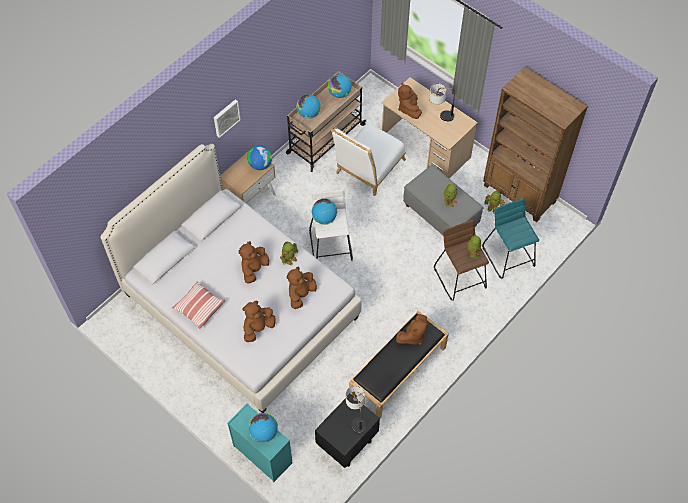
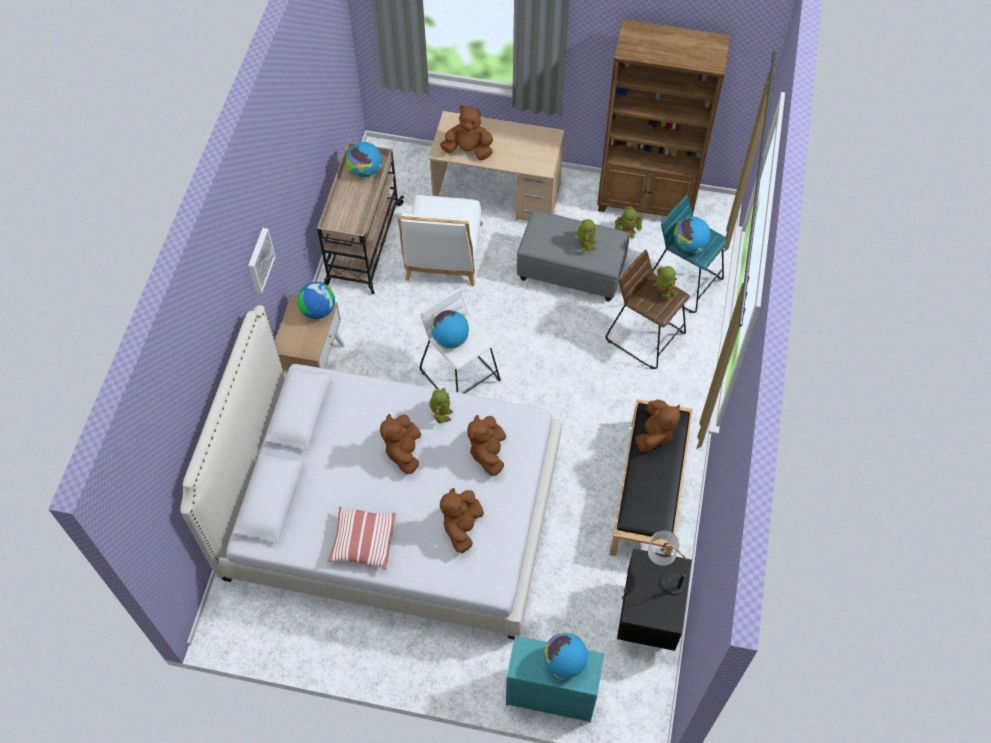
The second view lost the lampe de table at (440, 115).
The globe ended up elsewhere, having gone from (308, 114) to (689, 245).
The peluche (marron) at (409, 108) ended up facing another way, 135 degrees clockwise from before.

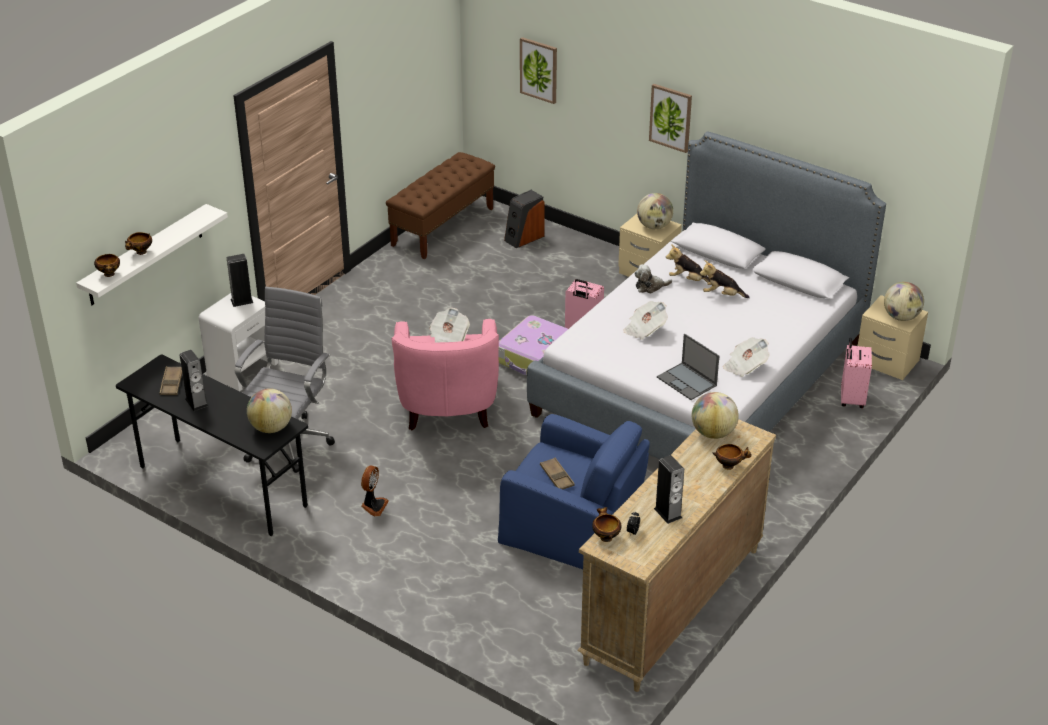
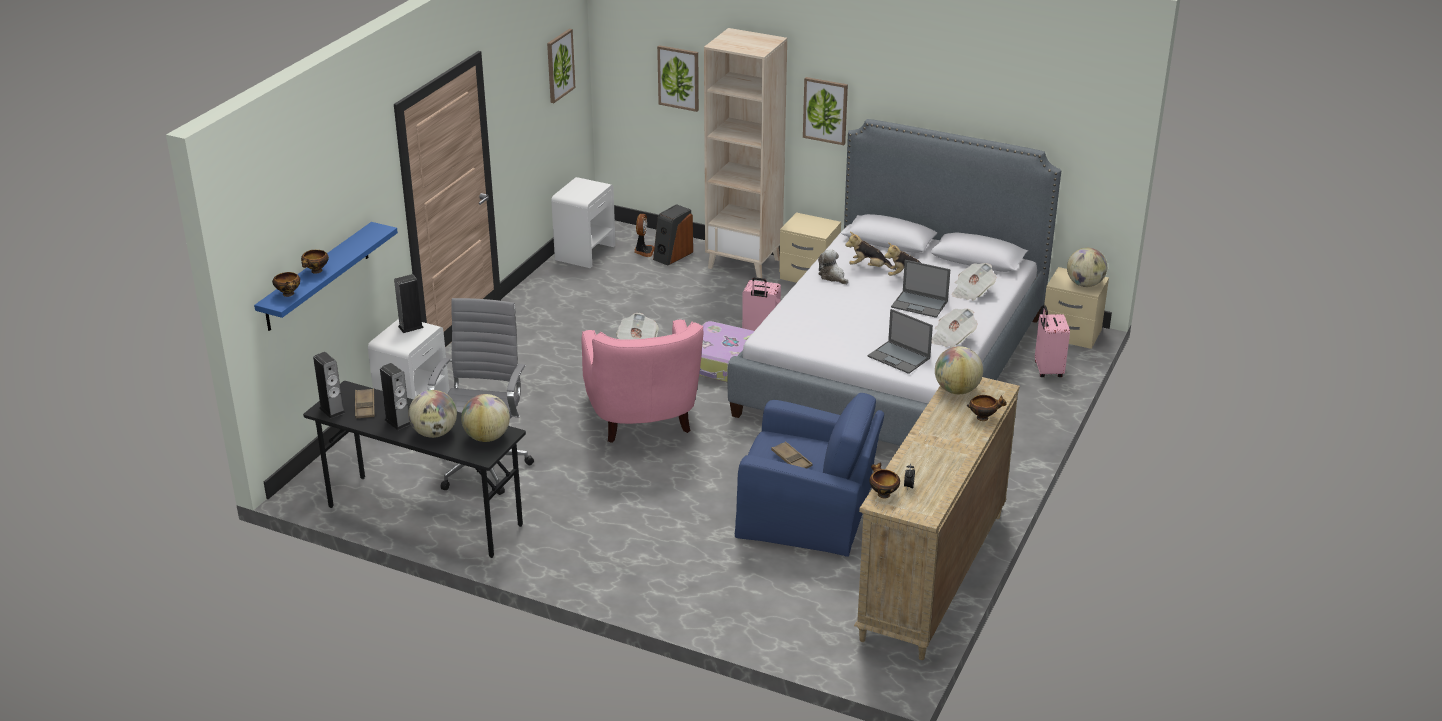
The second view gained the tableau at (559, 65).
The second view gained the bibliothèque (beige) at (744, 263).
The second view gained the ordinateur portable at (920, 304).
The ventilateur ended up elsewhere, having gone from (373, 506) to (643, 251).
The journal ended up elsewhere, having gone from (644, 329) to (972, 292).
The globe ended up elsewhere, having gone from (654, 226) to (434, 433).
The enceinte ended up elsewhere, having gone from (668, 513) to (332, 410).
Where the banc (marron) stood at (443, 226), the table de chevet (blanc) came to stand at (585, 252).
What was the étagère (blanc) at (145, 255) turned into the étagère (bleu) at (317, 277).
The peluche at (650, 287) ended up facing another way, 75 degrees clockwise from before.

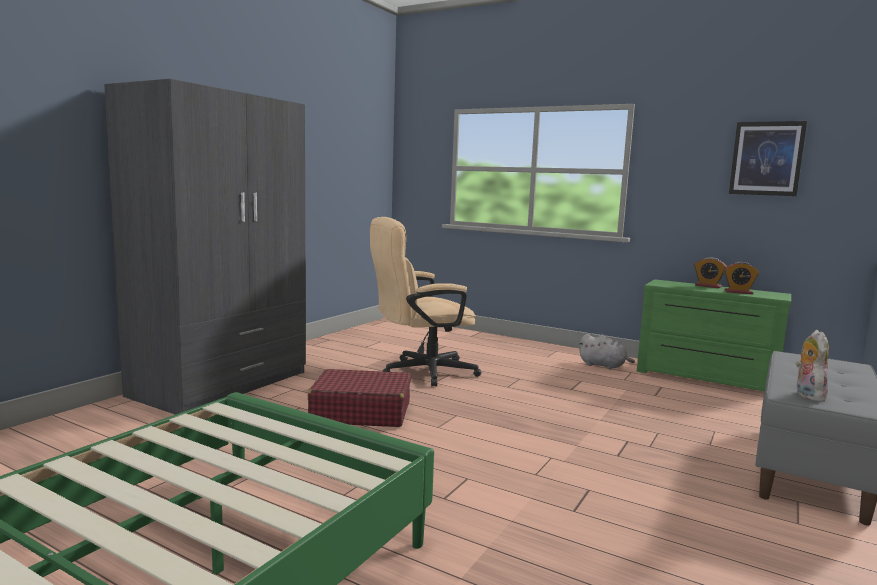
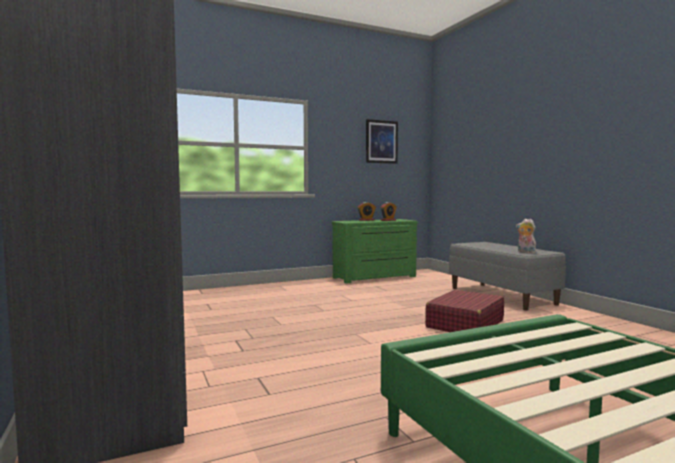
The second view lost the chaise de bureau (beige) at (421, 372).
The second view lost the peluche (gris) at (604, 366).
The valise (rouge) ended up elsewhere, having gone from (360, 412) to (464, 324).

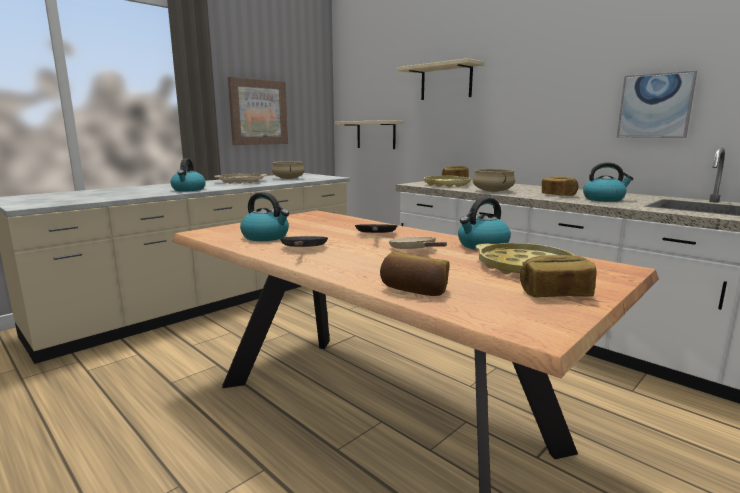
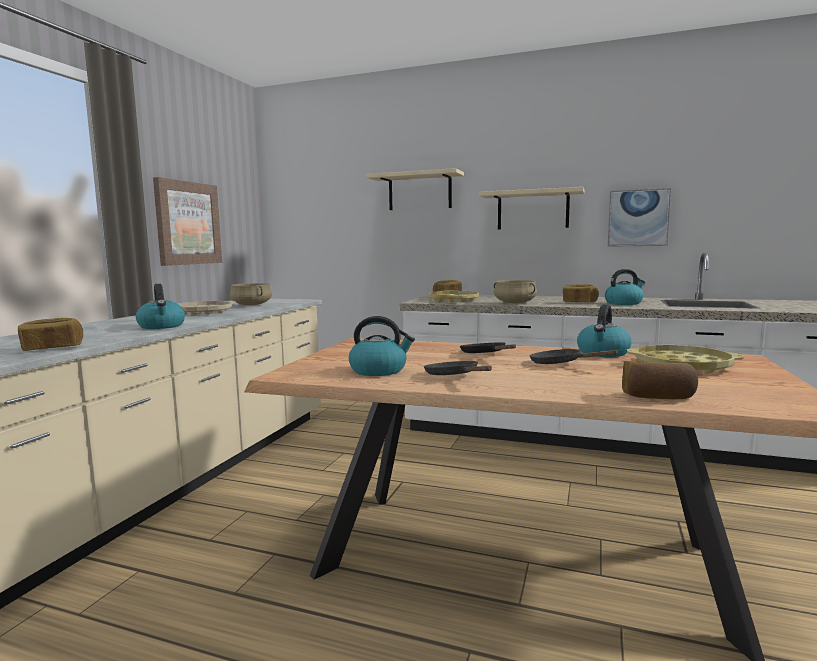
The étagère (beige) ended up elsewhere, having gone from (376, 135) to (533, 210).
The pain ended up elsewhere, having gone from (555, 293) to (52, 348).
What was the poêle (beige) at (415, 250) turned into the poêle (noir) at (561, 364).

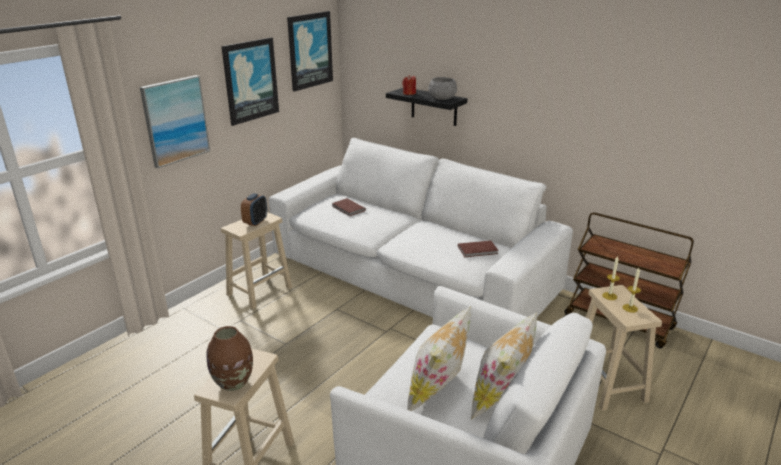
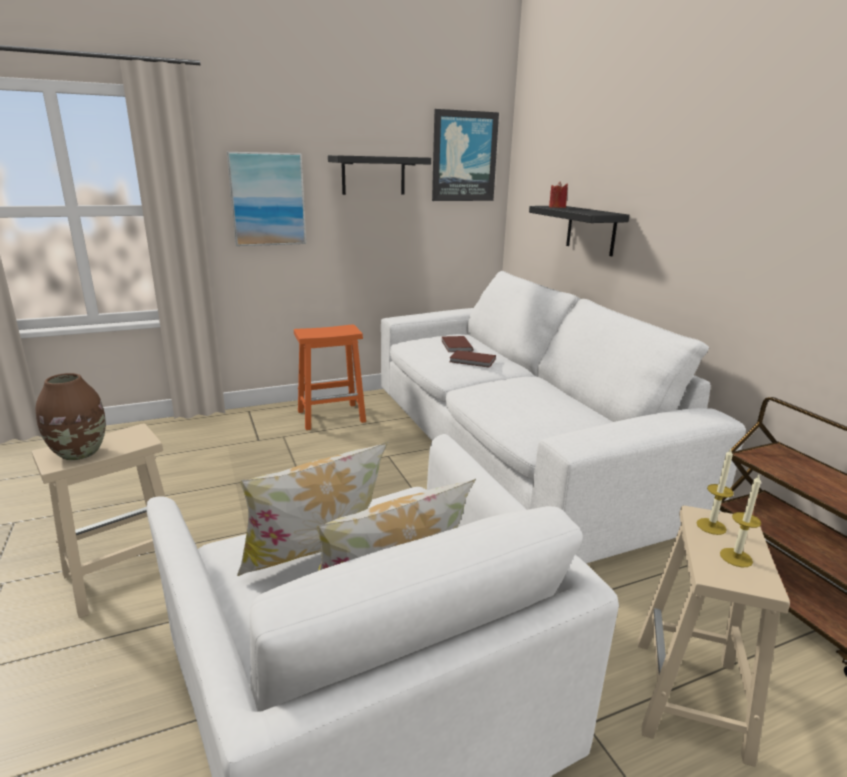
The second view lost the réveil at (255, 222).
The second view lost the bol (gris) at (441, 98).
The livre (marron) ended up elsewhere, having gone from (478, 250) to (472, 361).
Where the tableau hung at (250, 80), the étagère (noir) came to hang at (373, 175).
What was the tabouret (beige) at (260, 290) turned into the tabouret (orange) at (332, 416).

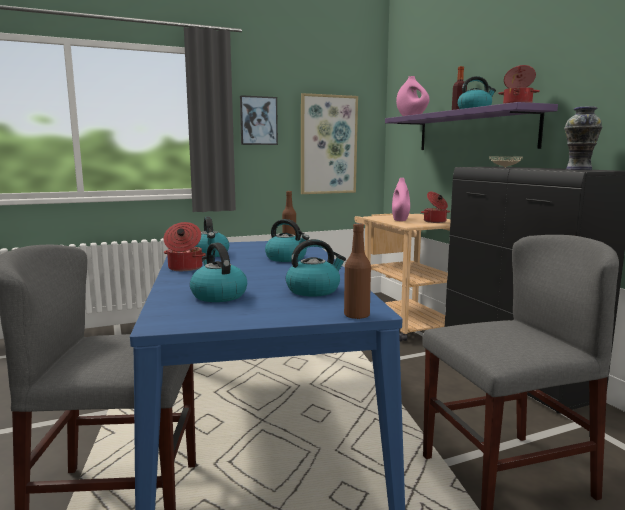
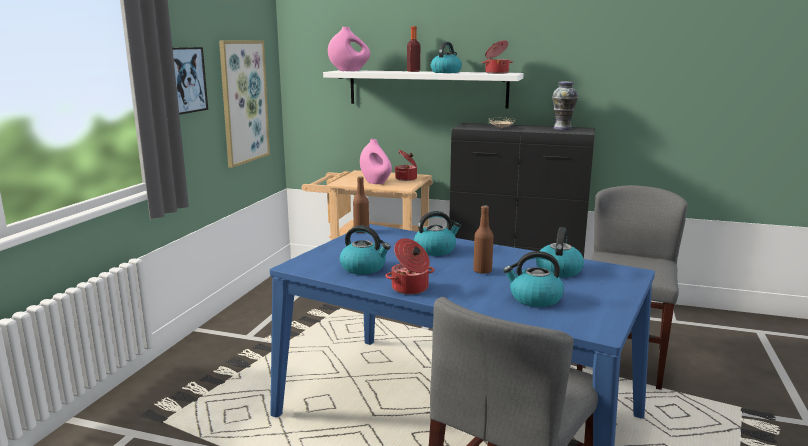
The bouteille (marron) ended up elsewhere, having gone from (356, 315) to (482, 271).
What was the étagère (violet) at (473, 131) turned into the étagère (blanc) at (427, 88).

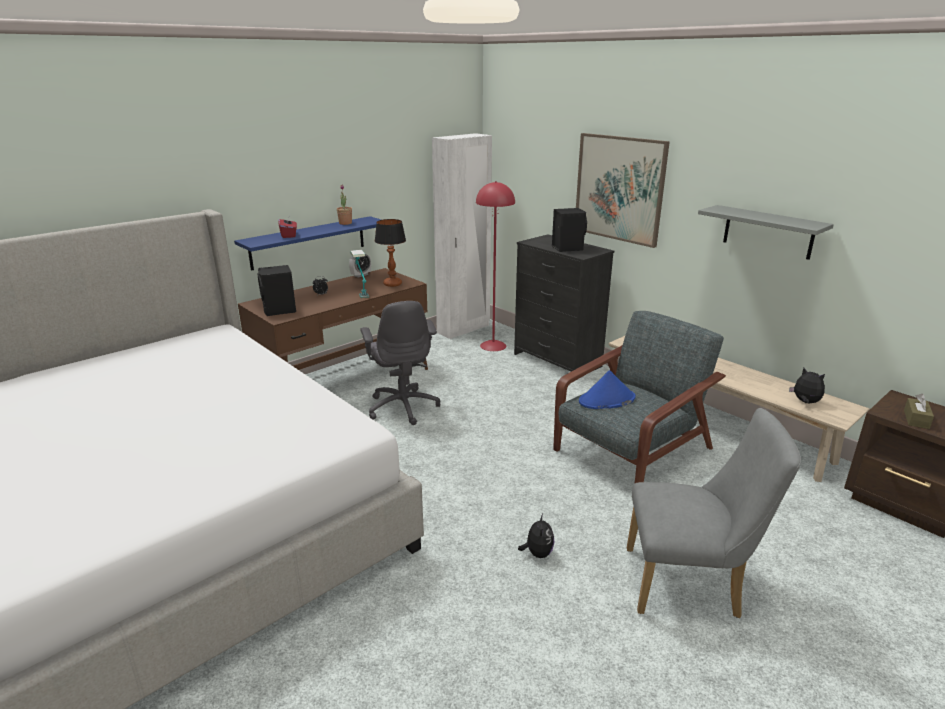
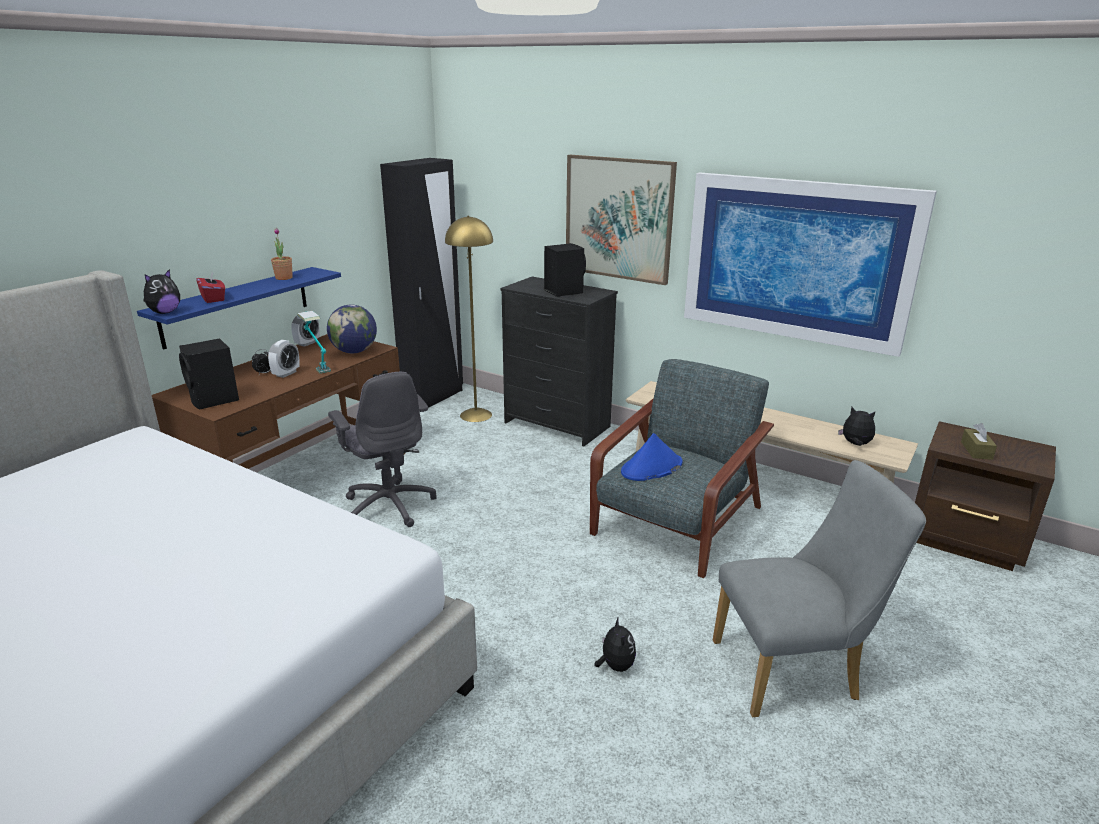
The second view gained the peluche at (164, 312).
The second view gained the réveil at (286, 374).
Where the lampe de table stood at (392, 284), the globe came to stand at (354, 351).
Where the étagère (gris) hung at (768, 232), the tableau came to hang at (797, 260).
What was the armoire (blanc) at (463, 329) turned into the armoire (noir) at (433, 398).
What was the lampadaire (rouge) at (493, 346) turned into the lampadaire (jaune) at (476, 415).

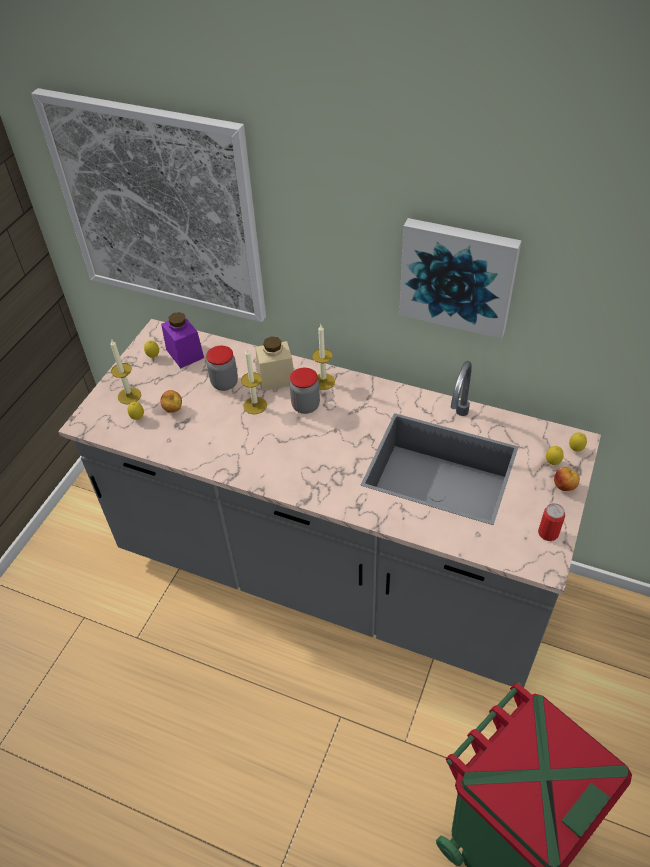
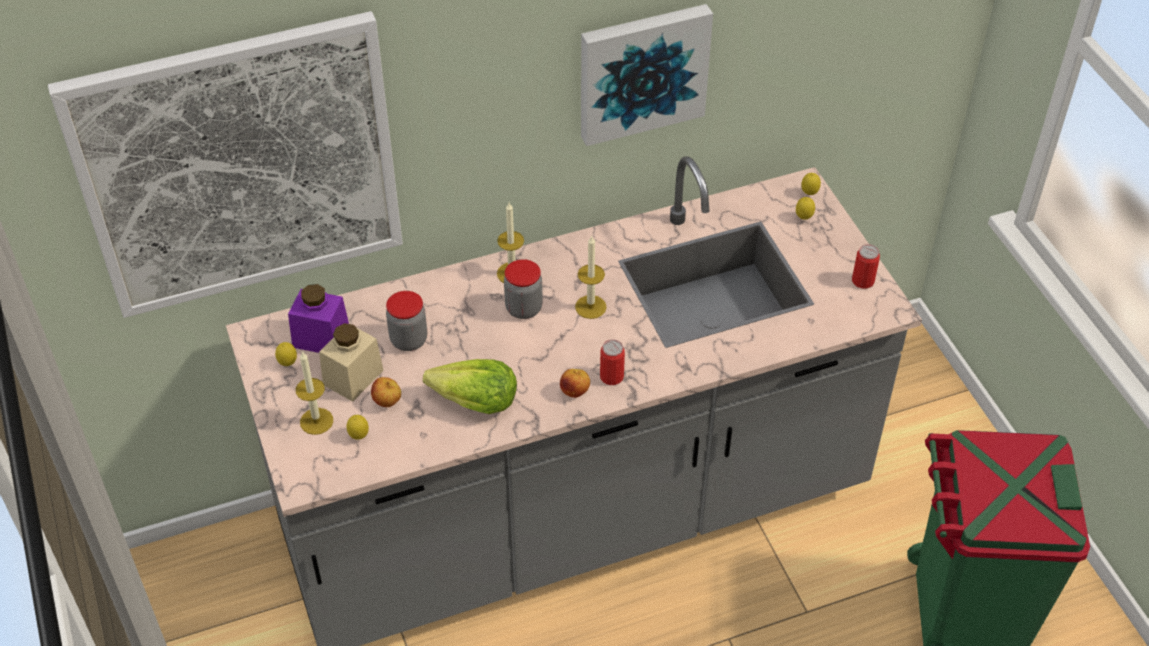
The second view gained the laitue at (475, 402).
The second view gained the boîte métallique at (611, 376).
The bougie ended up elsewhere, having gone from (255, 405) to (590, 307).
The bocal (beige) ended up elsewhere, having gone from (276, 378) to (353, 377).
The pomme ended up elsewhere, having gone from (564, 487) to (575, 392).

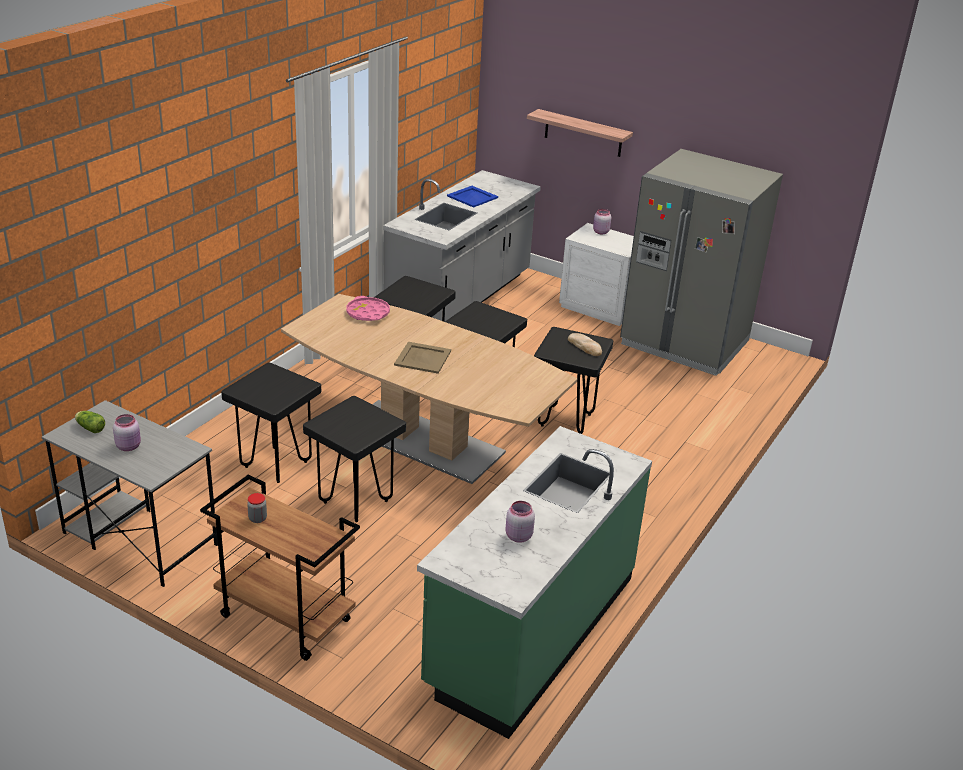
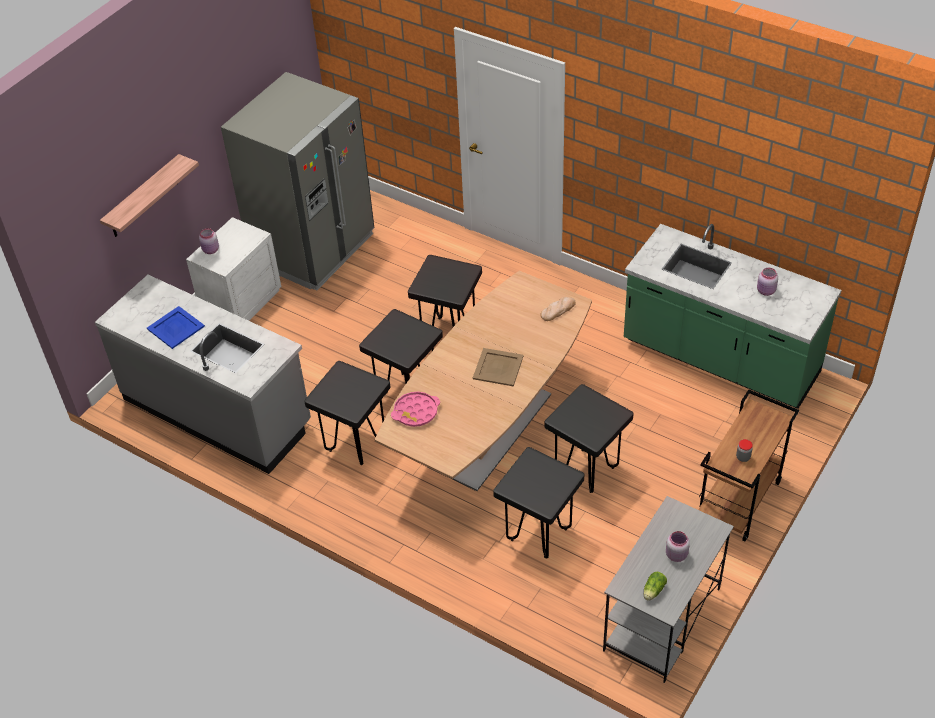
The pain ended up elsewhere, having gone from (585, 346) to (558, 310).

